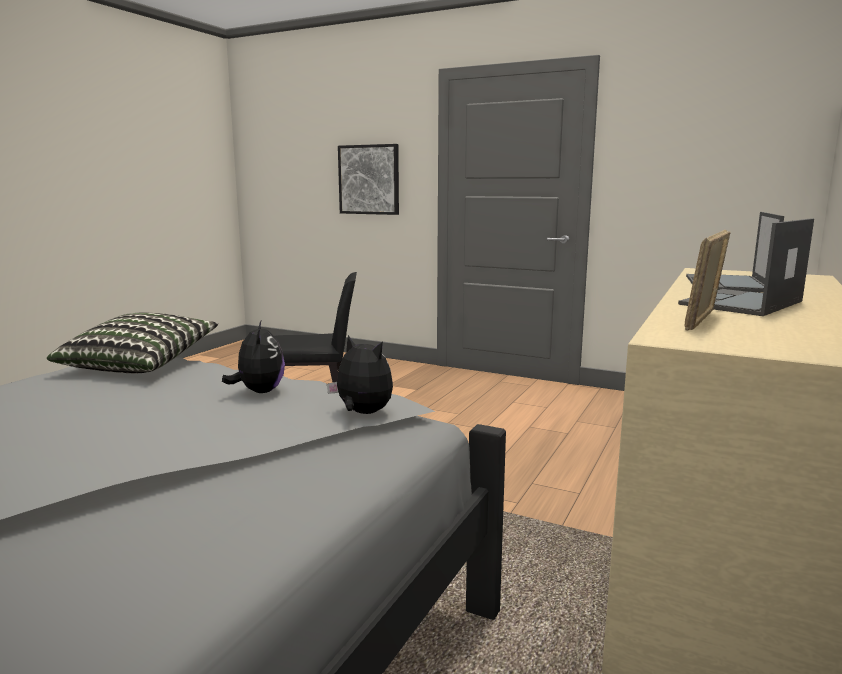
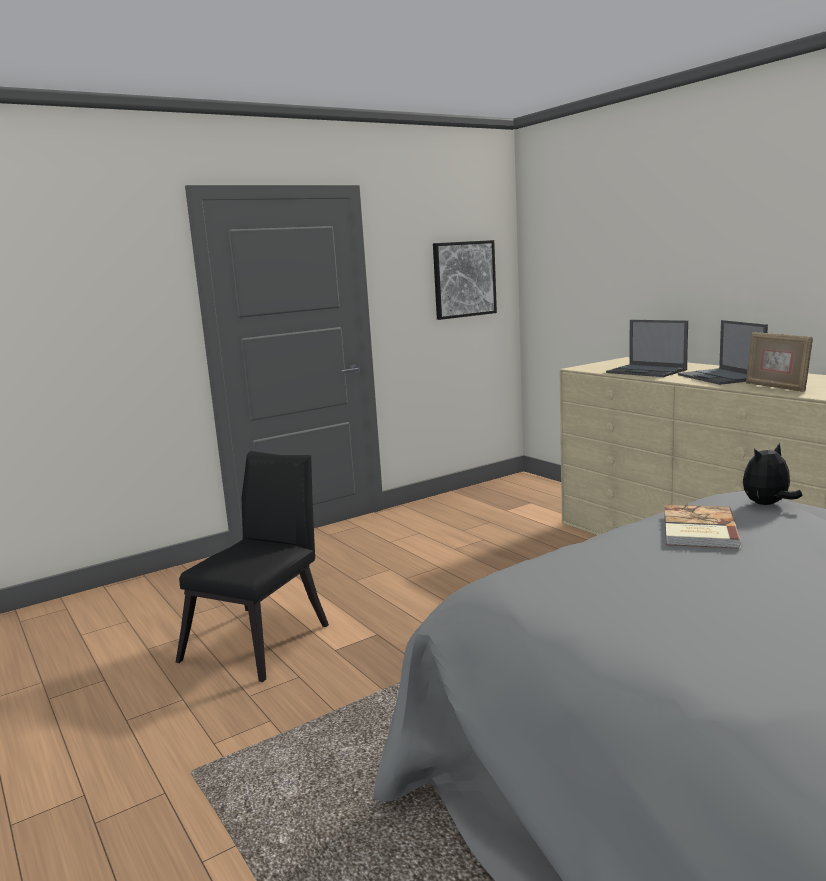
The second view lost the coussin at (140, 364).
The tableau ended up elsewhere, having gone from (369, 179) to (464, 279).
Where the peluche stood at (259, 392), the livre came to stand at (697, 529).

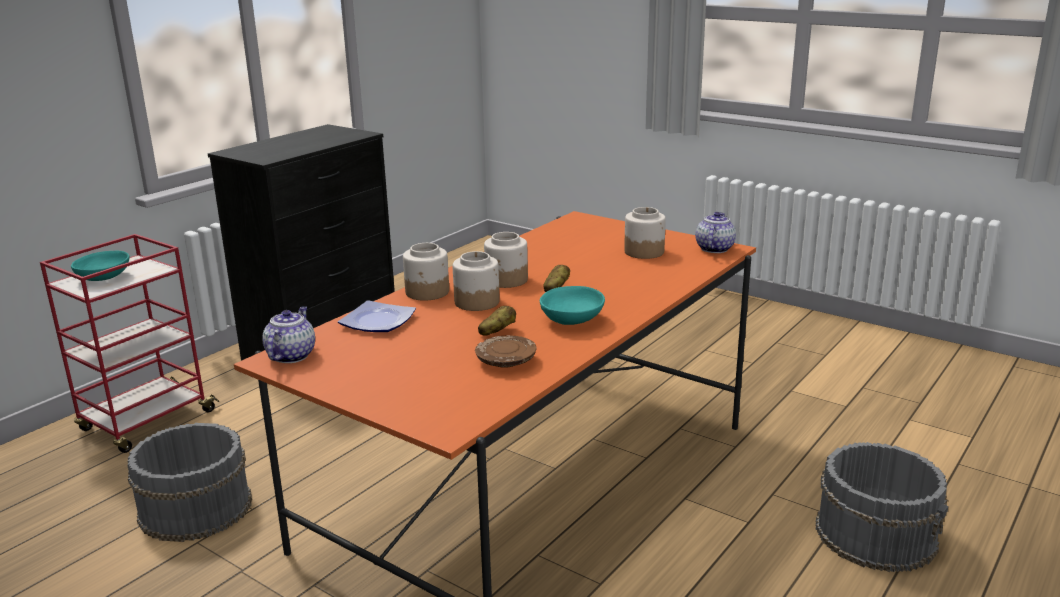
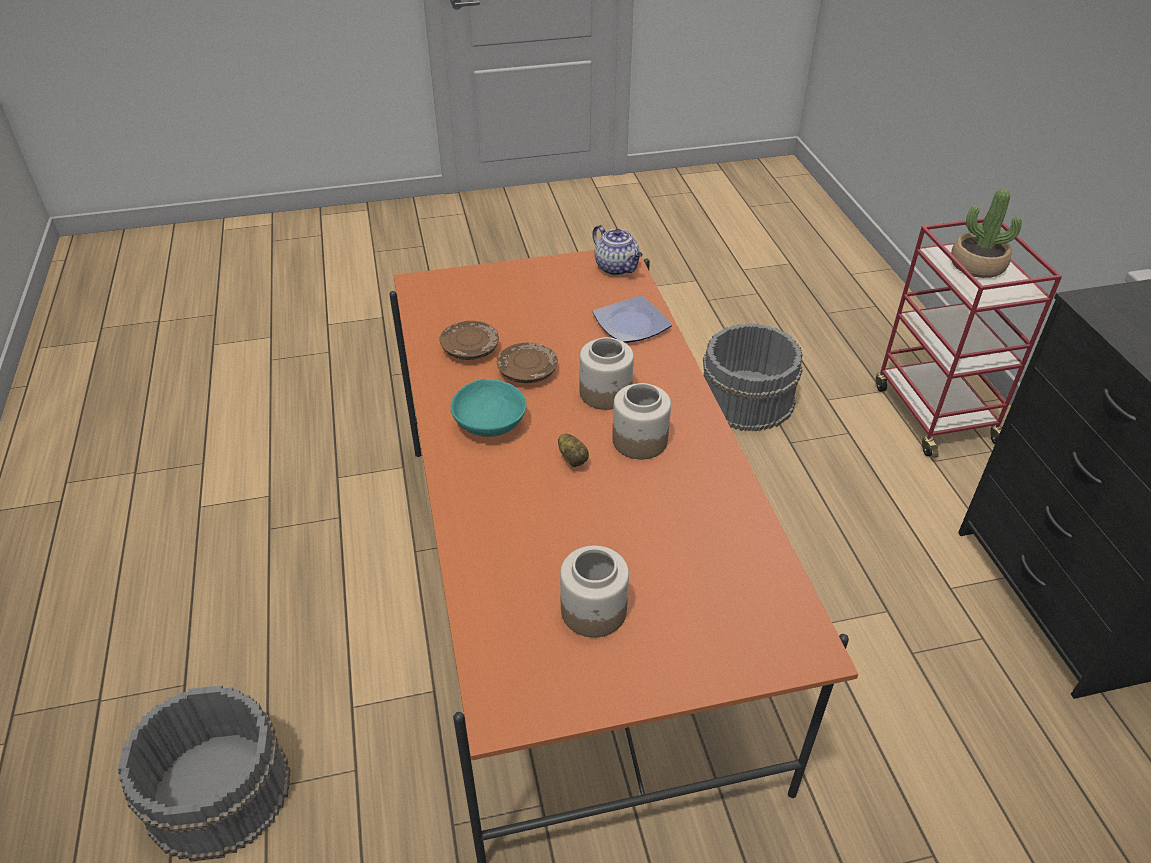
The second view lost the bocal at (427, 292).
The second view lost the théière at (714, 248).
Where the bol (turquoise) stood at (104, 278), the plante en pot came to stand at (977, 265).
Where the pomme de terre stood at (497, 331), the assiette (marron) came to stand at (527, 371).

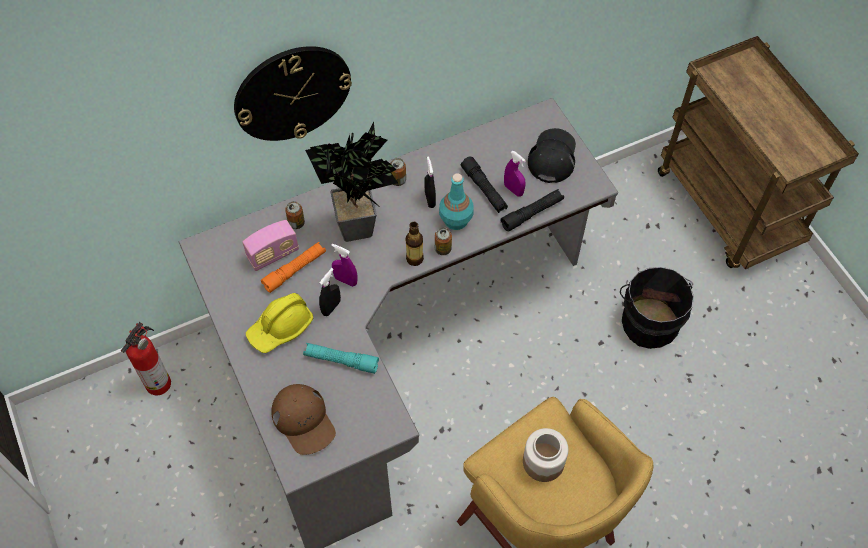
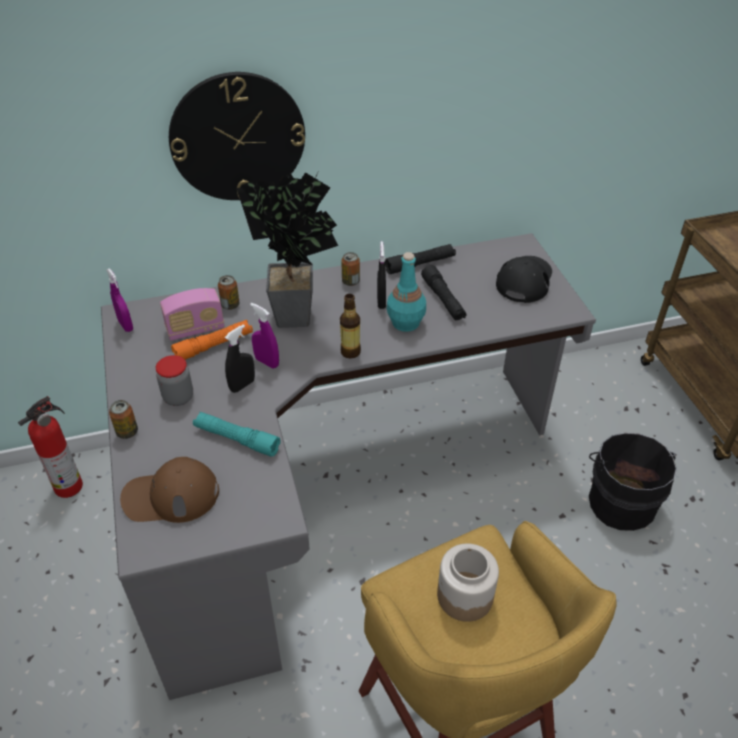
The boîte métallique ended up elsewhere, having gone from (443, 249) to (127, 432).
The lampe de poche (noir) ended up elsewhere, having gone from (532, 213) to (420, 264).
The vaporisateur (violet) ended up elsewhere, having gone from (513, 190) to (125, 325).
Where the casque de chantier (jaune) stood at (280, 328), the bocal came to stand at (178, 397).
The casquette (marron) at (303, 420) ended up facing another way, 105 degrees clockwise from before.

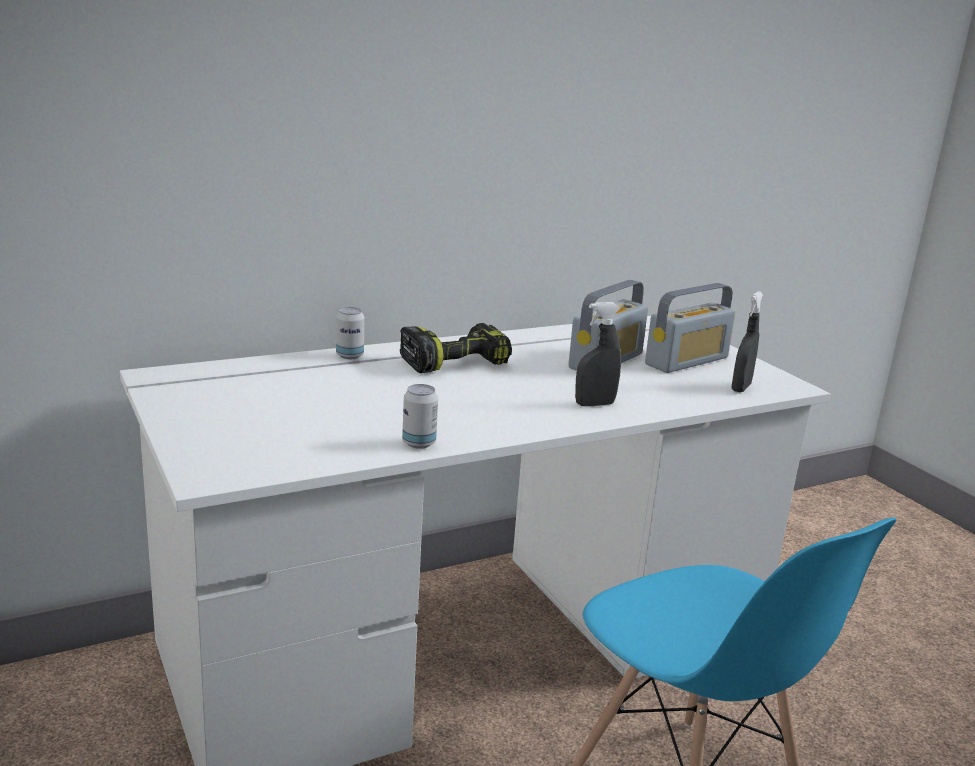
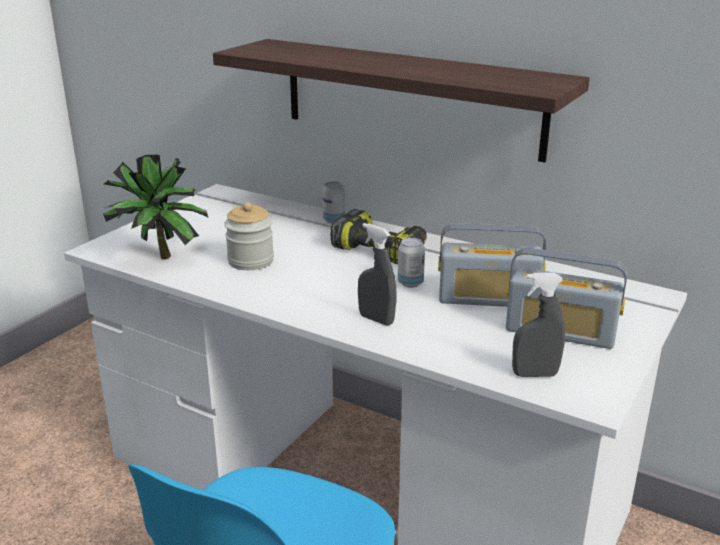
The second view gained the plante en pot at (157, 259).
The second view gained the étagère at (410, 97).
The second view gained the bocal at (251, 261).
The boîte métallique ended up elsewhere, having gone from (419, 443) to (410, 283).

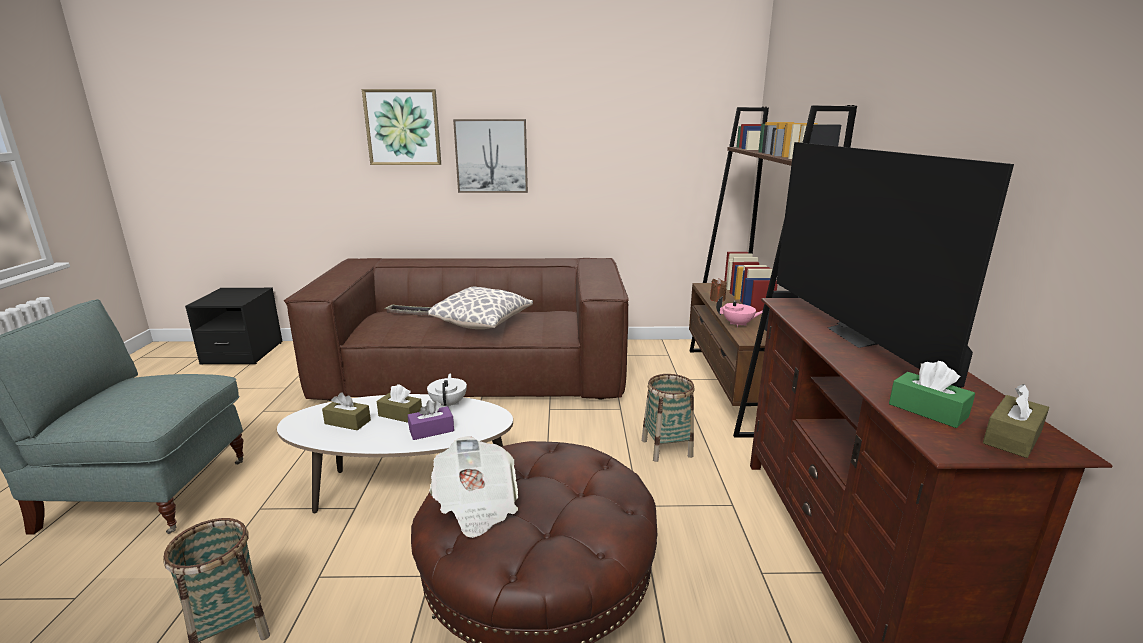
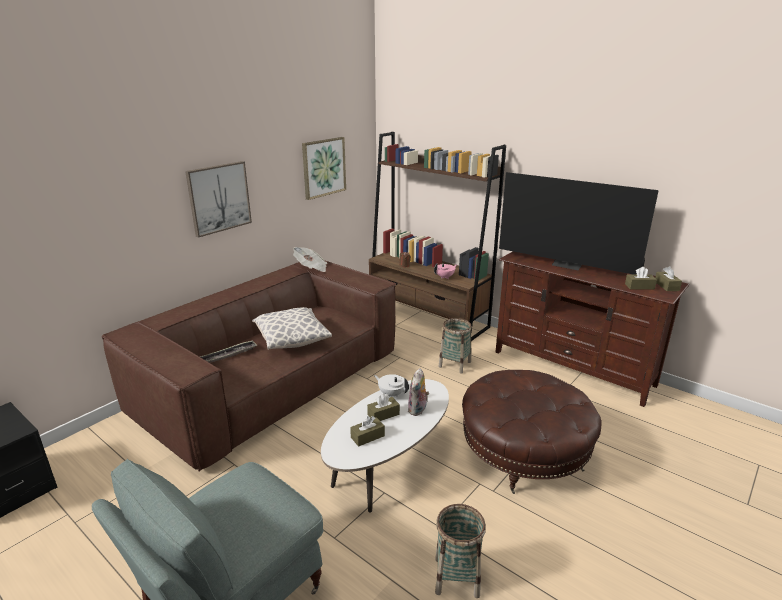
The tableau ended up elsewhere, having gone from (403, 127) to (323, 167).
The journal ended up elsewhere, having gone from (476, 505) to (311, 268).
Where the boîte à mouchoirs (violet) stood at (431, 430), the peluche came to stand at (418, 410).
What was the boîte à mouchoirs (vert) at (927, 410) turned into the boîte à mouchoirs (marron) at (639, 286).

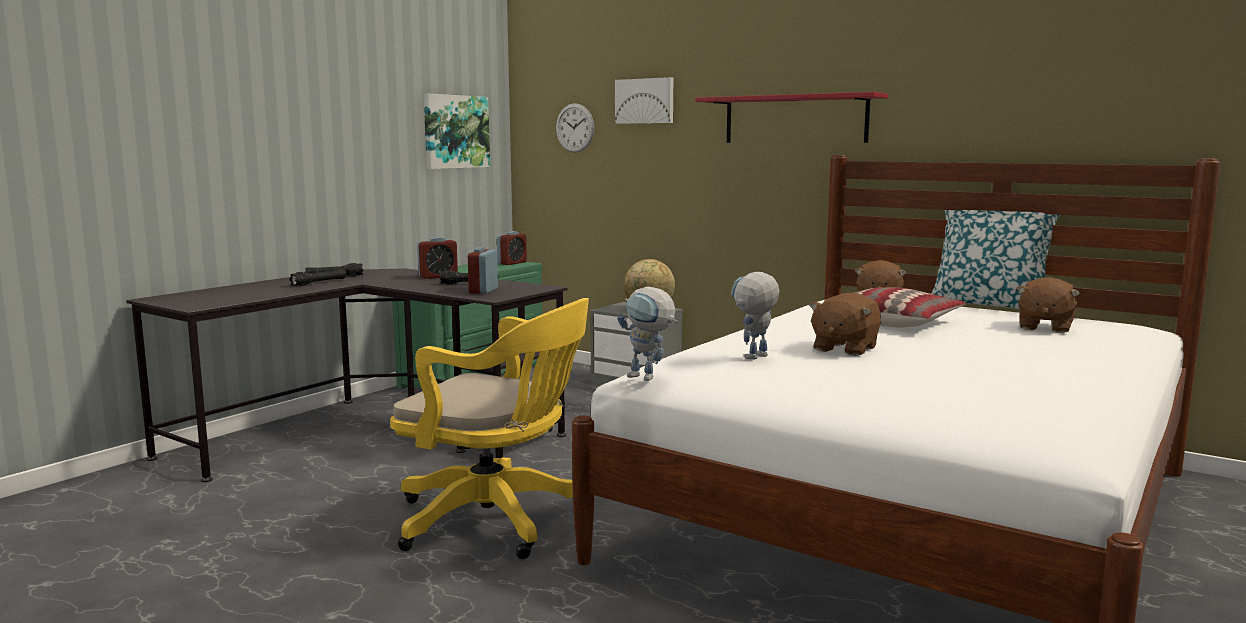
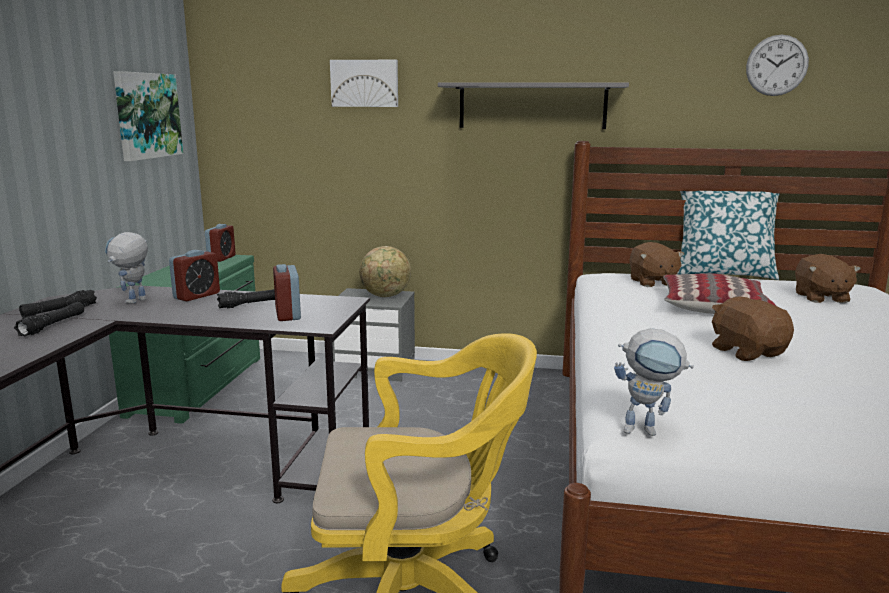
The horloge murale ended up elsewhere, having gone from (575, 128) to (777, 65).
The robot jouet ended up elsewhere, having gone from (753, 358) to (133, 303).
What was the étagère (rouge) at (795, 119) turned into the étagère (gris) at (532, 106).
The peluche (marron) at (844, 349) ended up facing another way, 150 degrees clockwise from before.

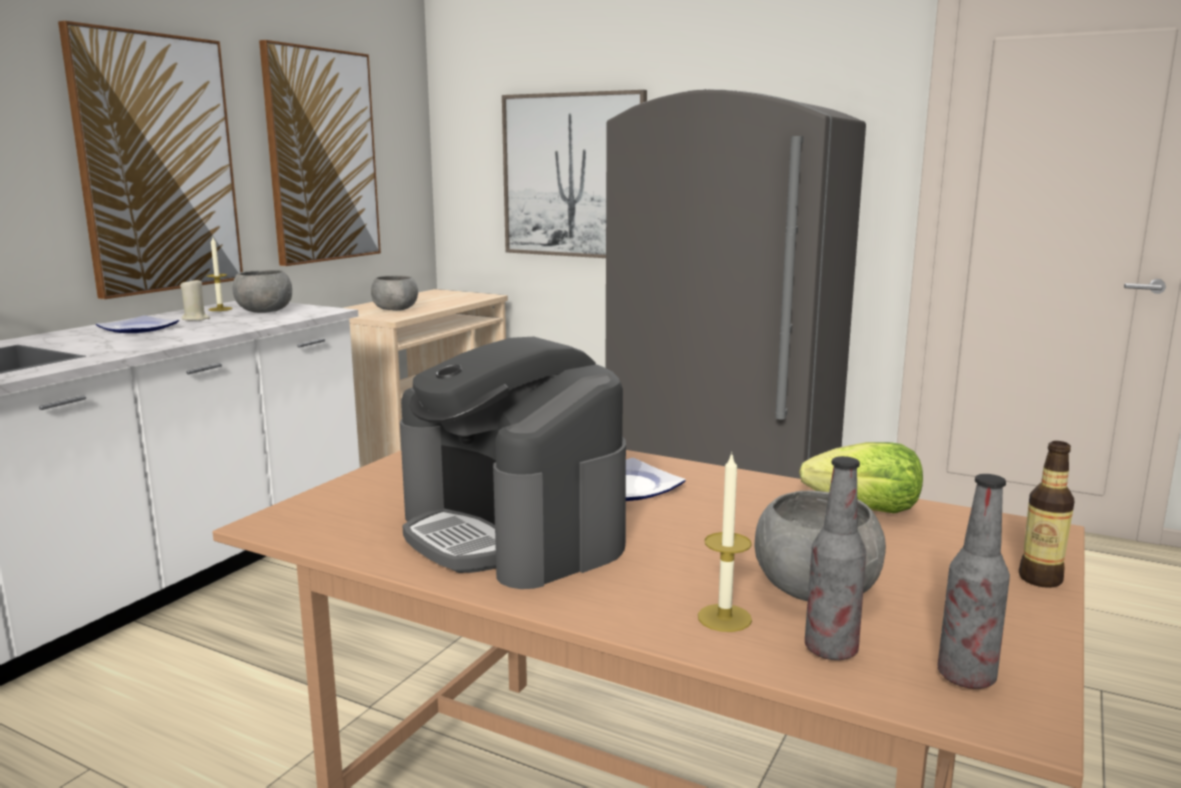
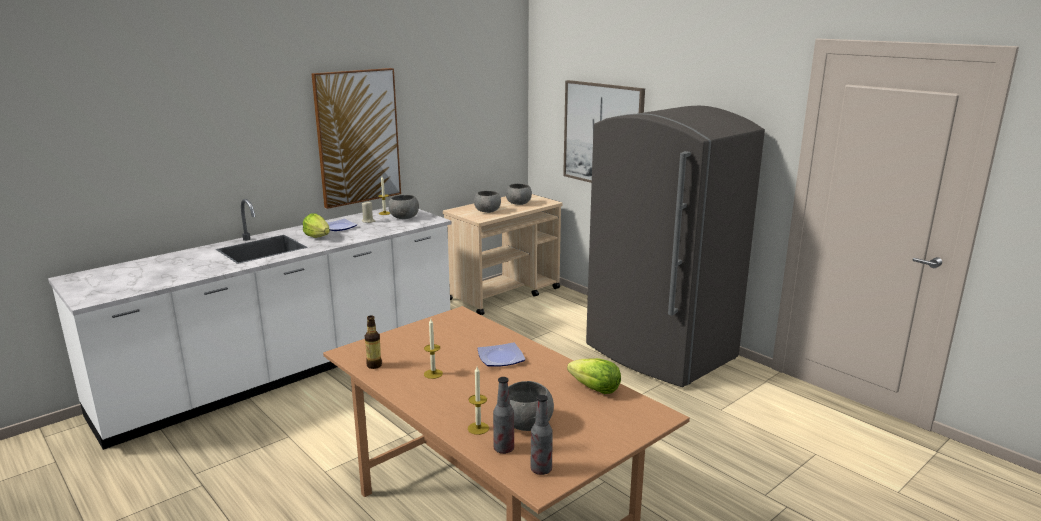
The second view lost the tableau at (322, 156).
The second view gained the laitue at (318, 237).
The second view gained the bol (gris) at (518, 203).
The bouteille ended up elsewhere, having gone from (1040, 579) to (374, 365).
Where the machine à café stood at (513, 532), the bougie came to stand at (433, 374).

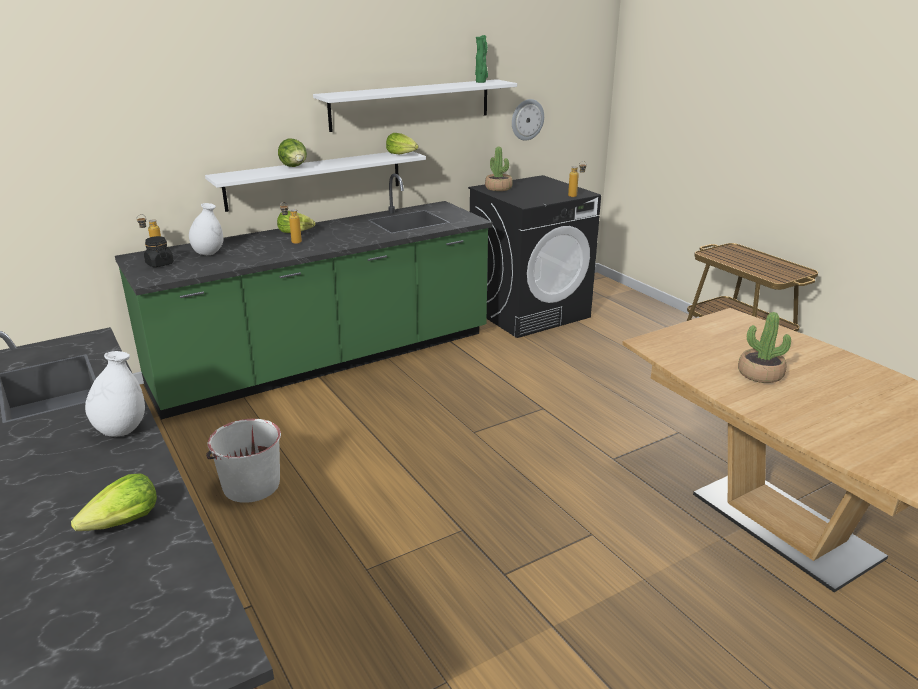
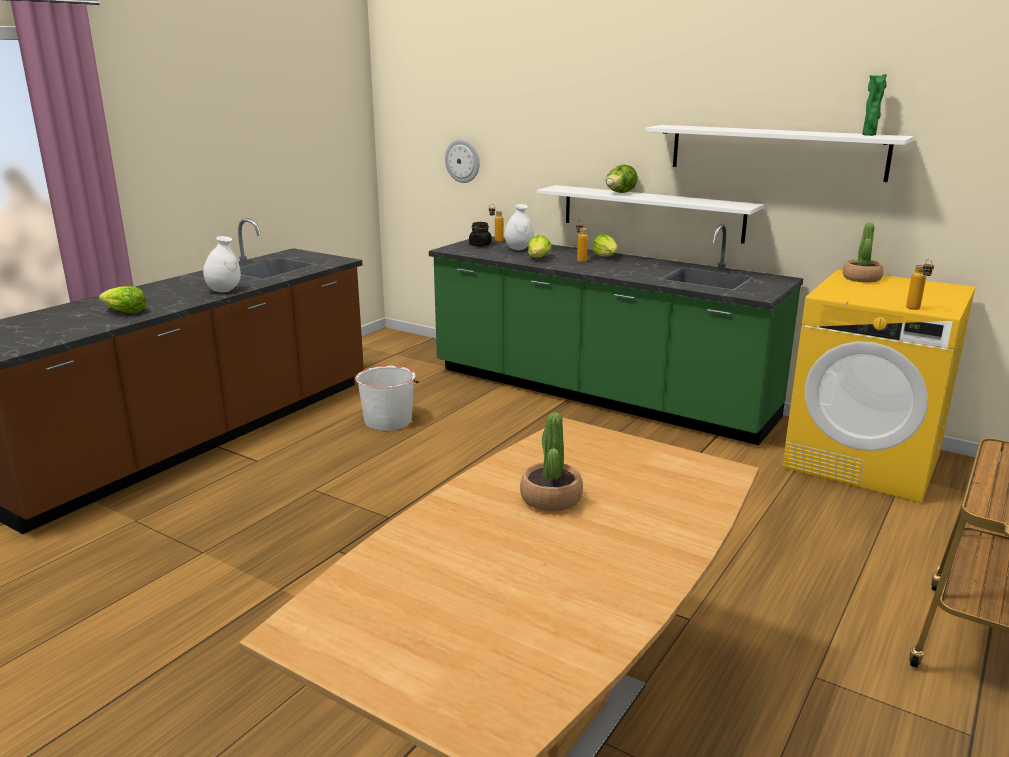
The laitue ended up elsewhere, having gone from (402, 154) to (538, 258).
The horloge murale ended up elsewhere, having gone from (527, 119) to (463, 161).
What was the lave-linge (noir) at (529, 312) turned into the lave-linge (jaune) at (863, 461).

